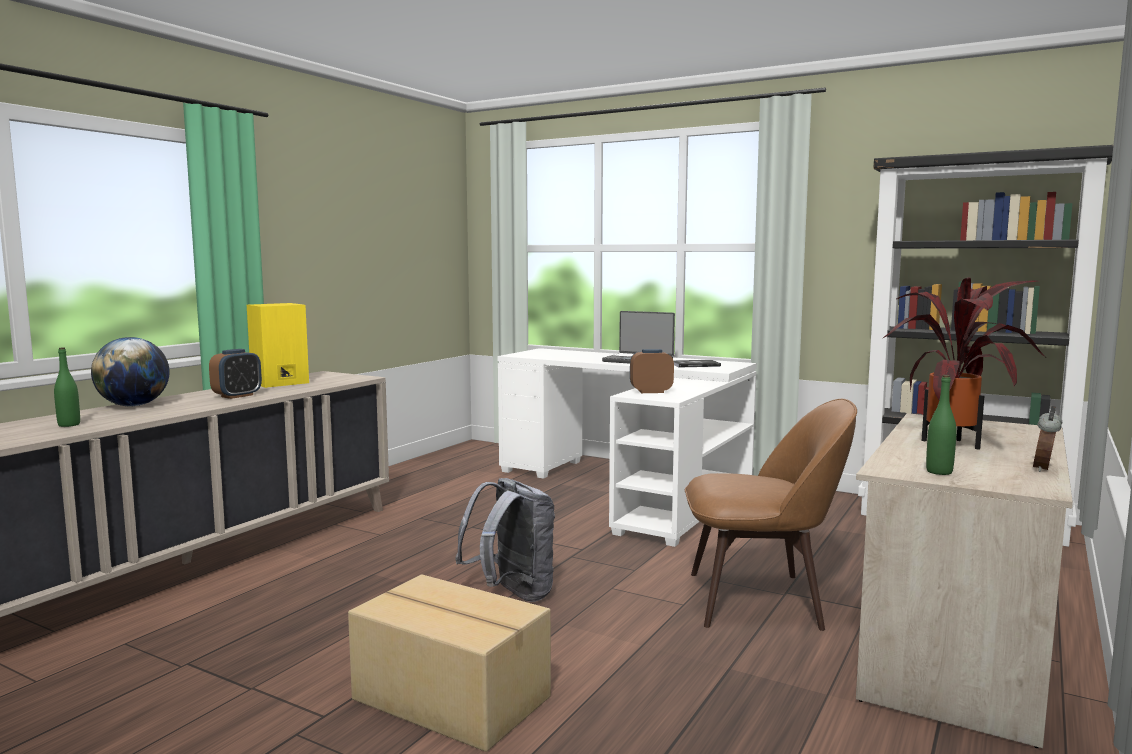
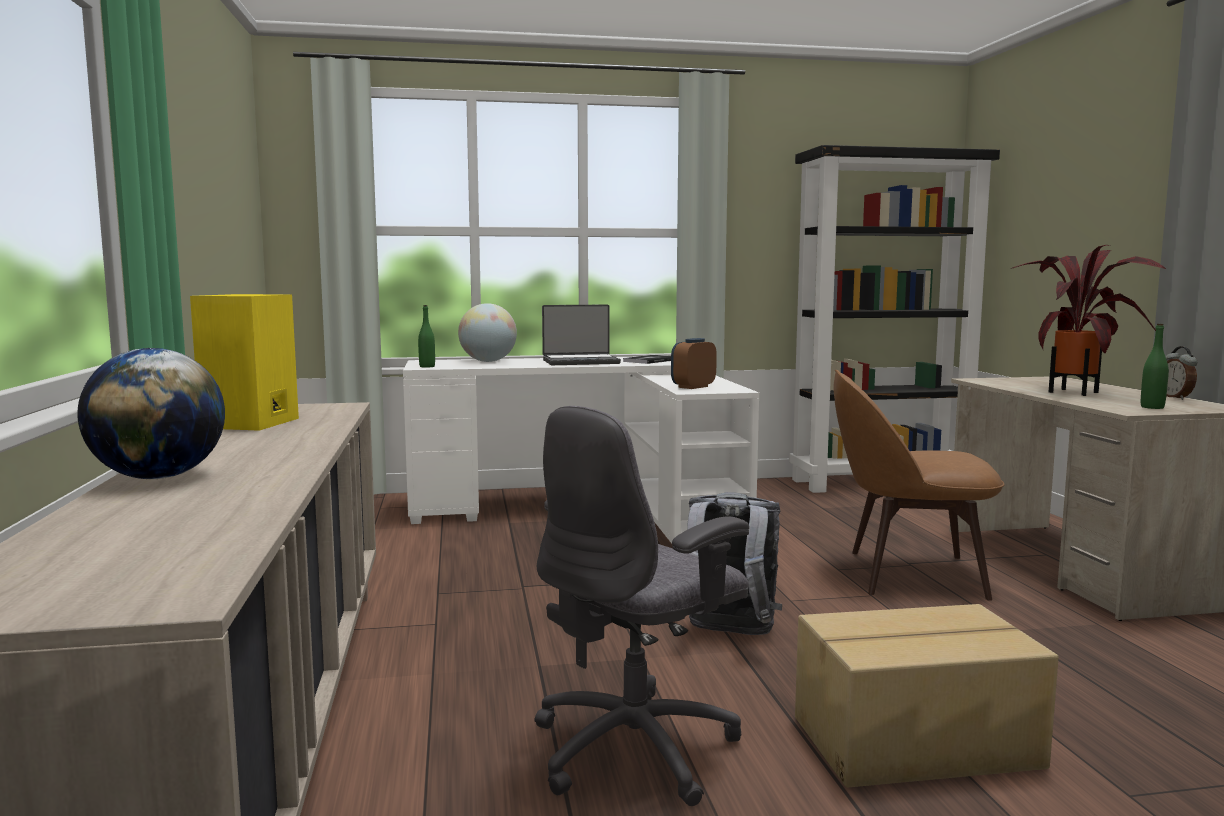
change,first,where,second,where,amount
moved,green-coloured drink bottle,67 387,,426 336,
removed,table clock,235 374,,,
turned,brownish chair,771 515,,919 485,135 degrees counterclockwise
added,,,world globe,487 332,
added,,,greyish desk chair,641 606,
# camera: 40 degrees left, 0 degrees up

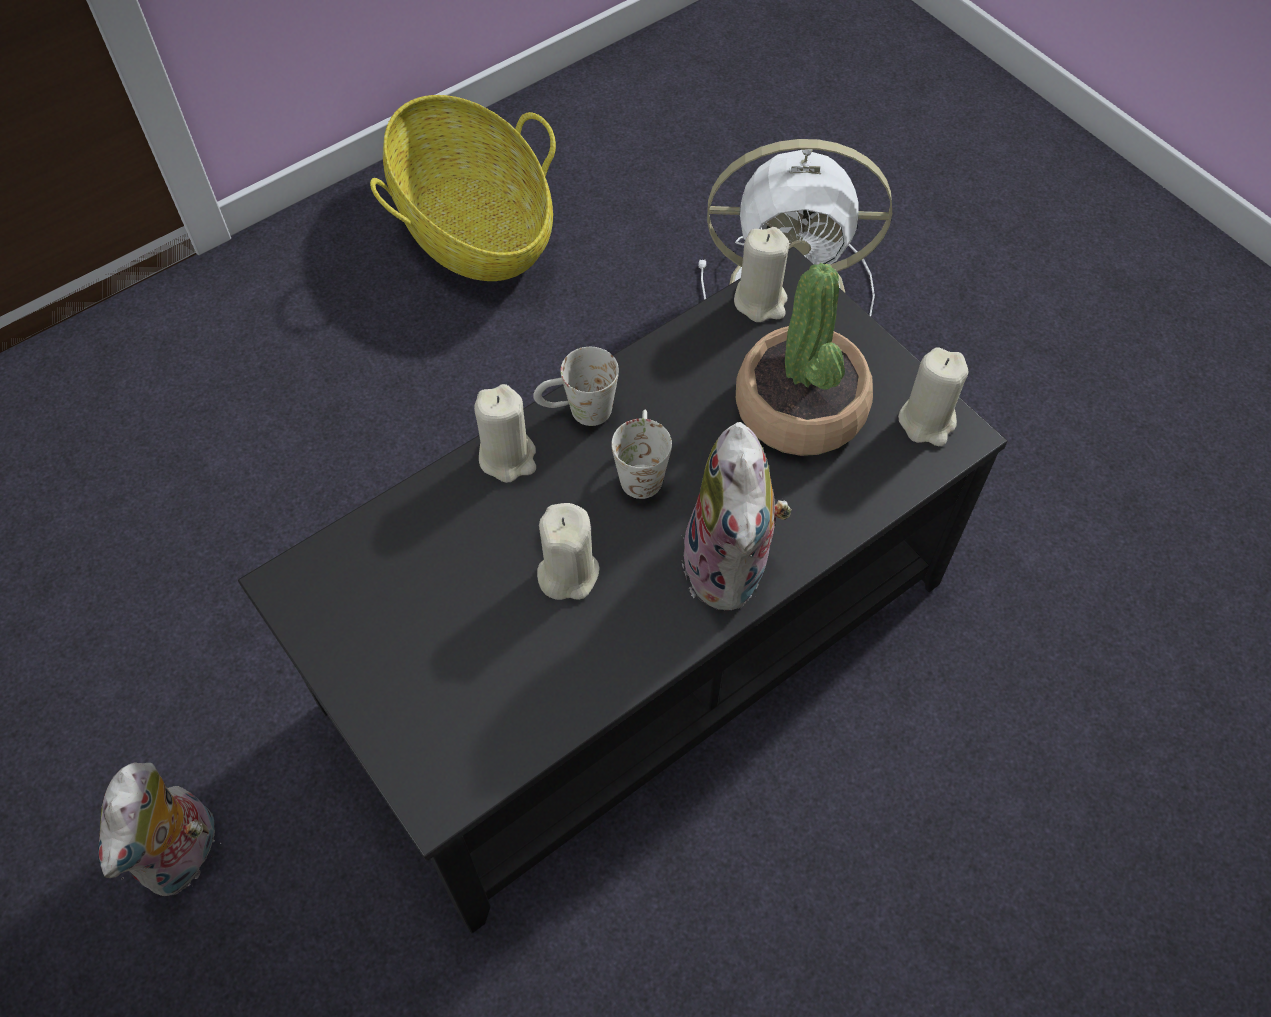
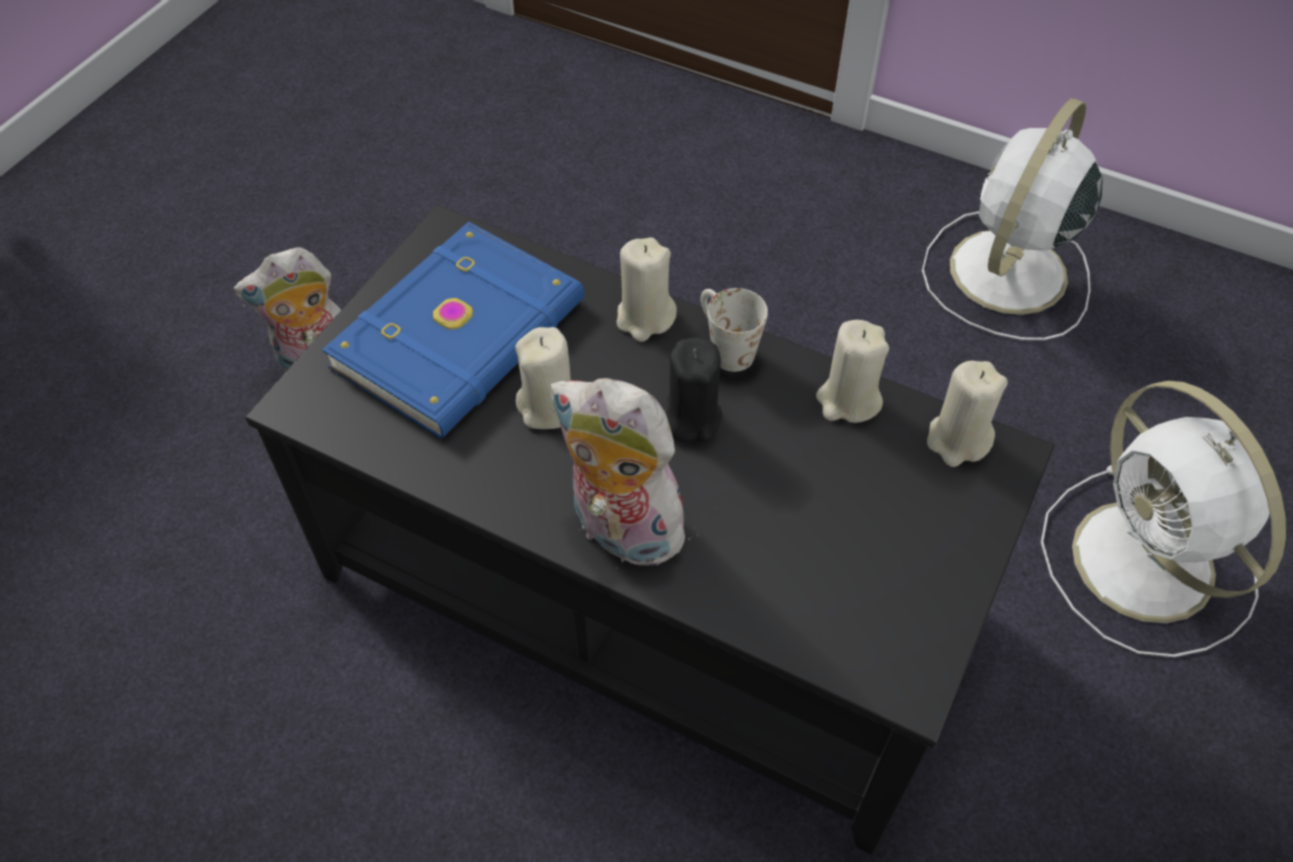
change,first,where,second,where,amount
replaced,household basket,463 188,whitish electric fan,1012 219,
replaced,whitish tea mug,641 454,black wax candle,692 389,
turned,plush toy,737 516,,620 473,60 degrees clockwise
removed,potted plant,804 359,,,
moved,beige wax candle,933 396,,852 371,
added,,,bluish bound book,453 330,
# camera: 65 degrees right, 5 degrees down

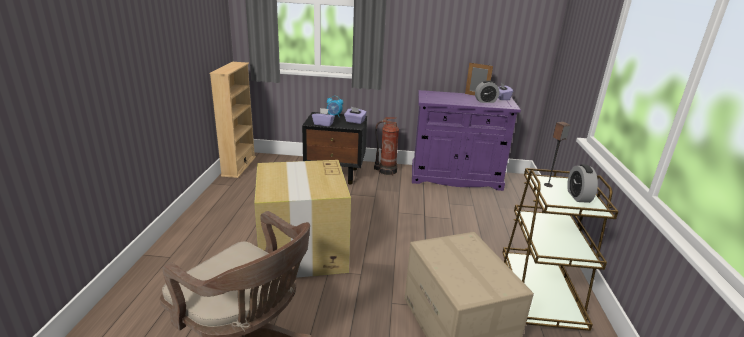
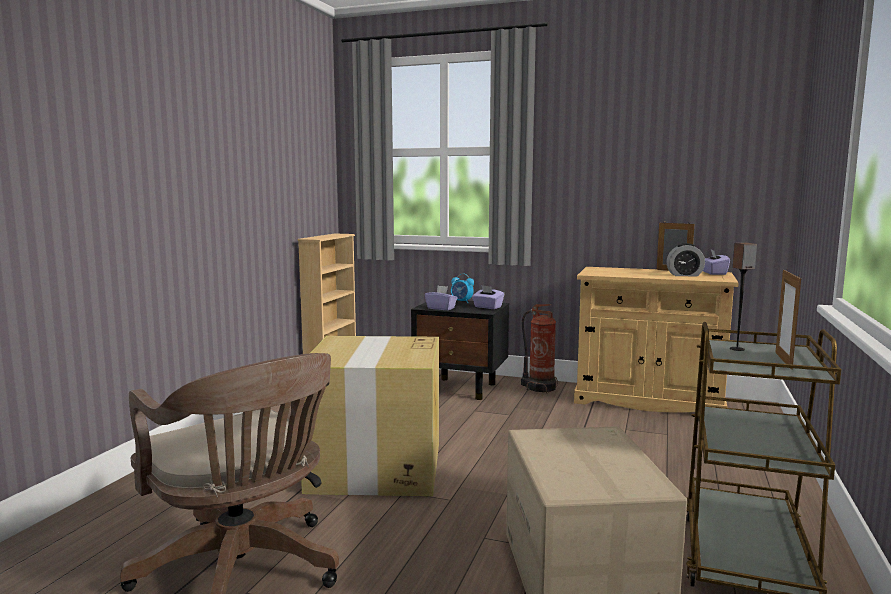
change,first,where,second,where,amount
recoloured,purple storage cabinet,466 140,beige storage cabinet,656 339,
replaced,table clock,582 183,standing frame,788 319,
# camera: 15 degrees right, 15 degrees down

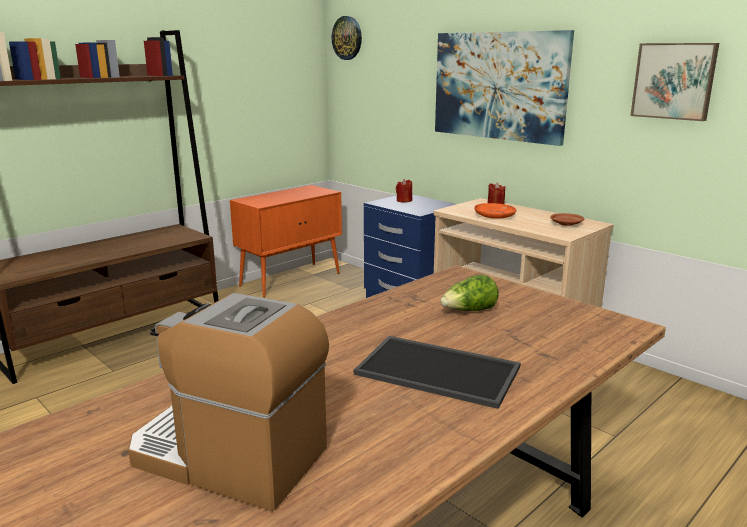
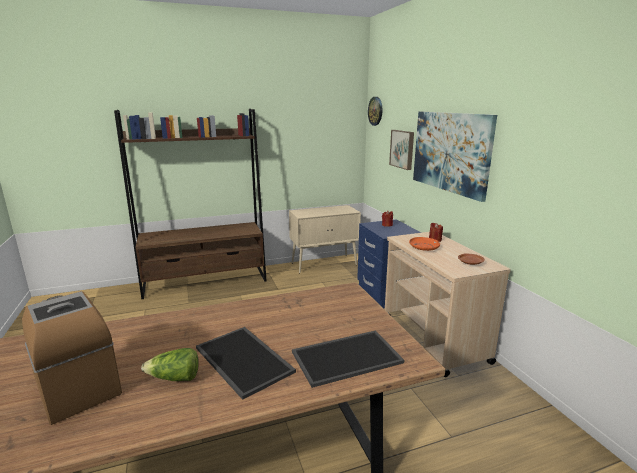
change,first,where,second,where,amount
recoloured,orange-coloured storage cabinet,286 241,beige storage cabinet,325 239,
moved,head of lettuce,469 293,,170 364,
moved,wall art,674 82,,401 150,
added,,,tray,348 359,
# camera: 25 degrees right, 0 degrees up

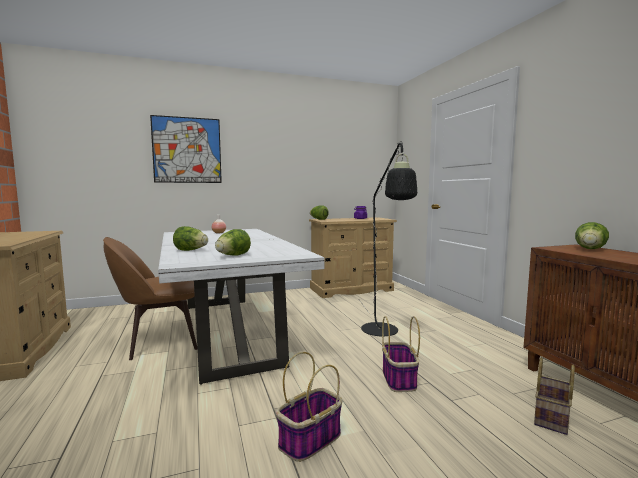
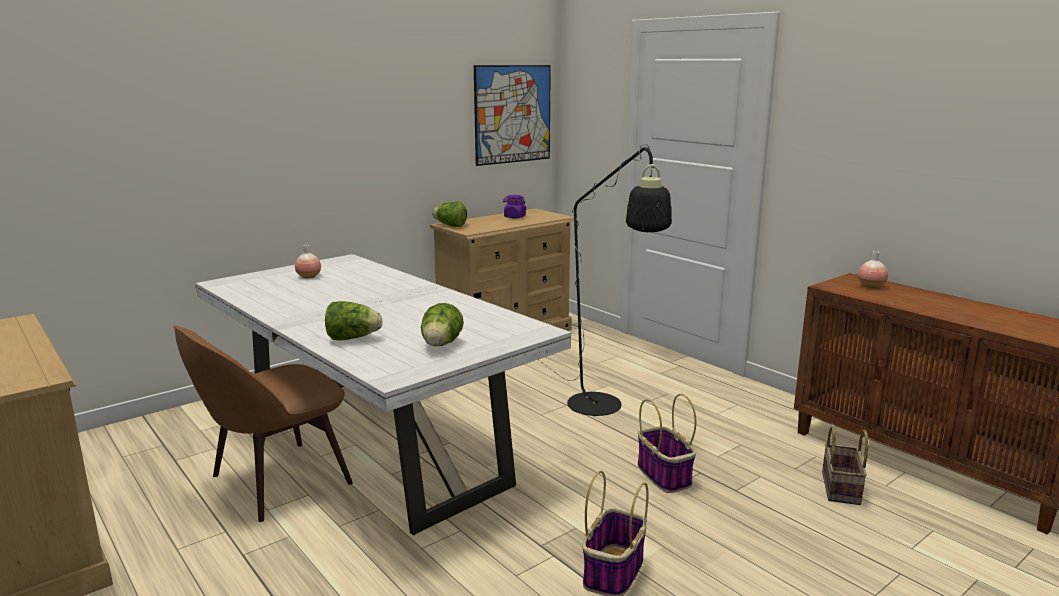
change,first,where,second,where,amount
moved,wall art,186 149,,512 115,
replaced,head of lettuce,592 235,flower vase,873 269,
# camera: 20 degrees left, 10 degrees up

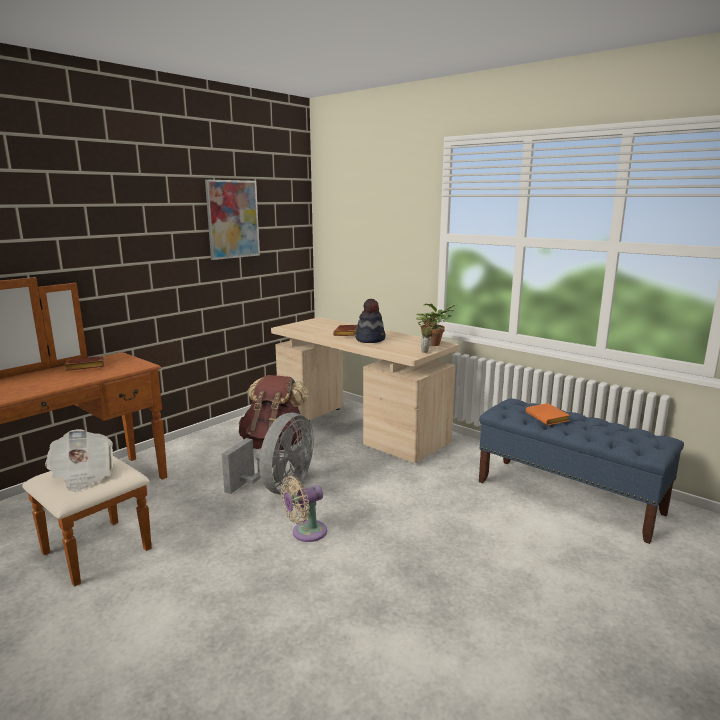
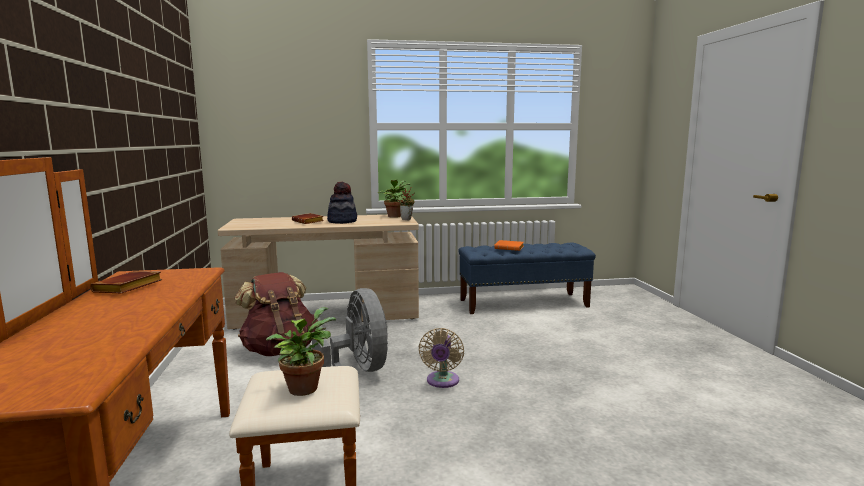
change,first,where,second,where,amount
replaced,newspaper,79 460,potted plant,301 351,
removed,wall art,232 220,,,
# camera: 50 degrees left, 5 degrees down

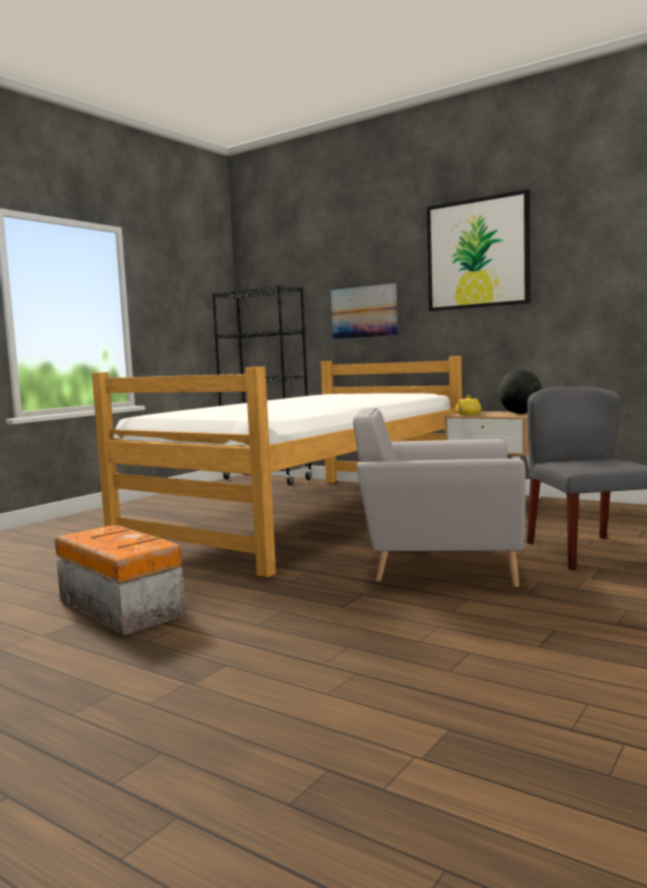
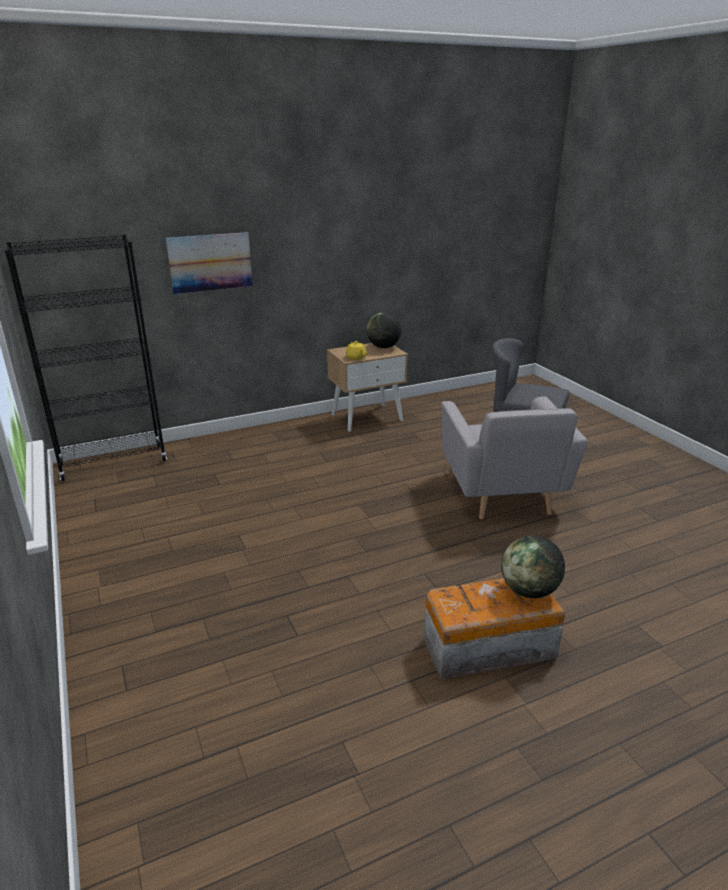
change,first,where,second,where,amount
removed,bed,277 466,,,
turned,greyish easy chair,439 497,,514 457,45 degrees counterclockwise
removed,wall art,479 250,,,
added,,,world globe,533 566,
# camera: 60 degrees left, 20 degrees up

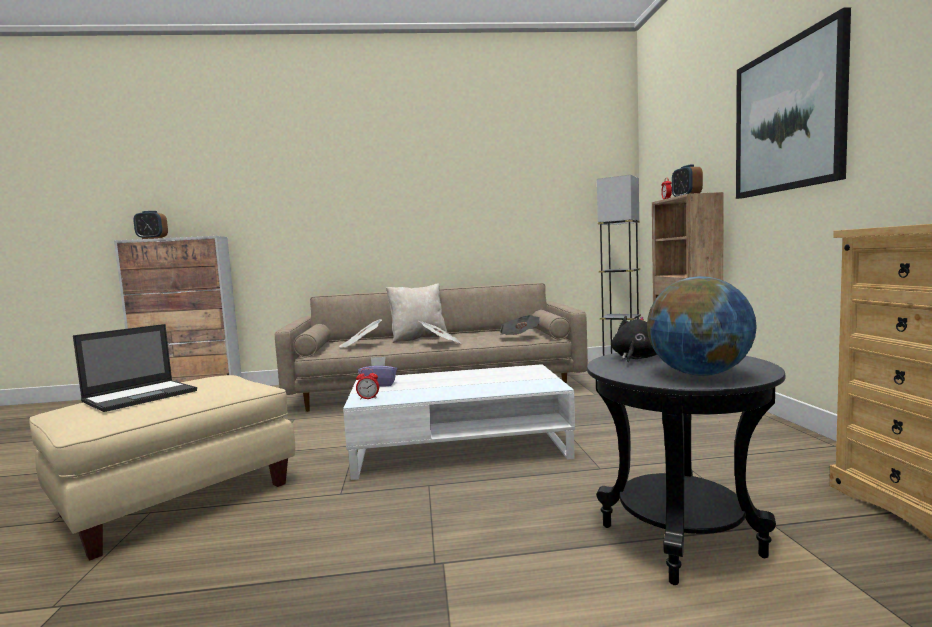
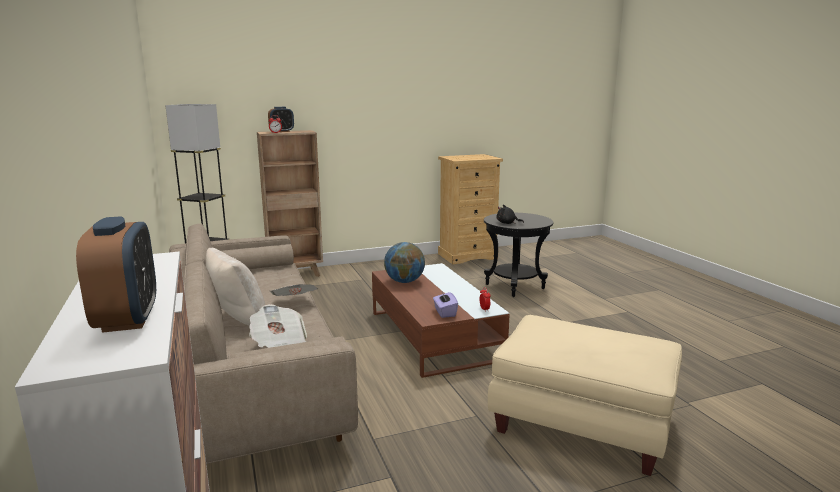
change,first,where,second,where,amount
removed,notebook computer,135 368,,,
recoloured,whitish low table,459 422,brownish low table,441 320,
removed,newspaper,520 325,,,
moved,world globe,702 326,,404 262,
removed,wall art,793 103,,,
# camera: 105 degrees left, 10 degrees up

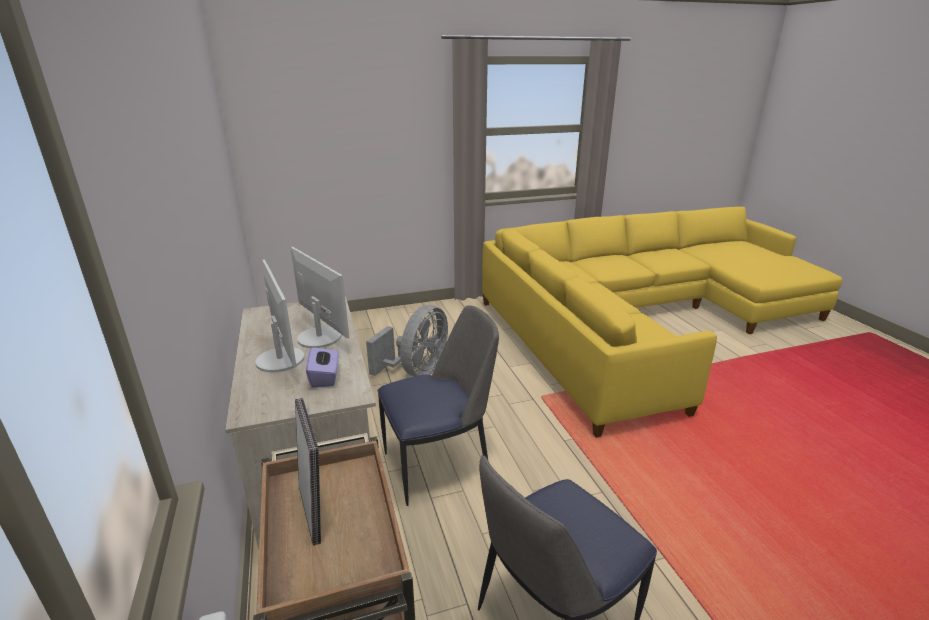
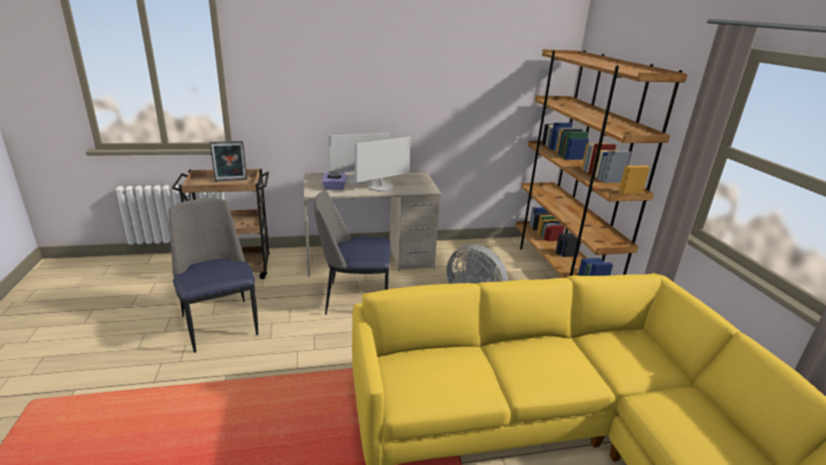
change,first,where,second,where,amount
turned,chair,438 406,,352 253,105 degrees clockwise
added,,,brownish bookshelf,601 163,
# camera: 95 degrees right, 0 degrees up

